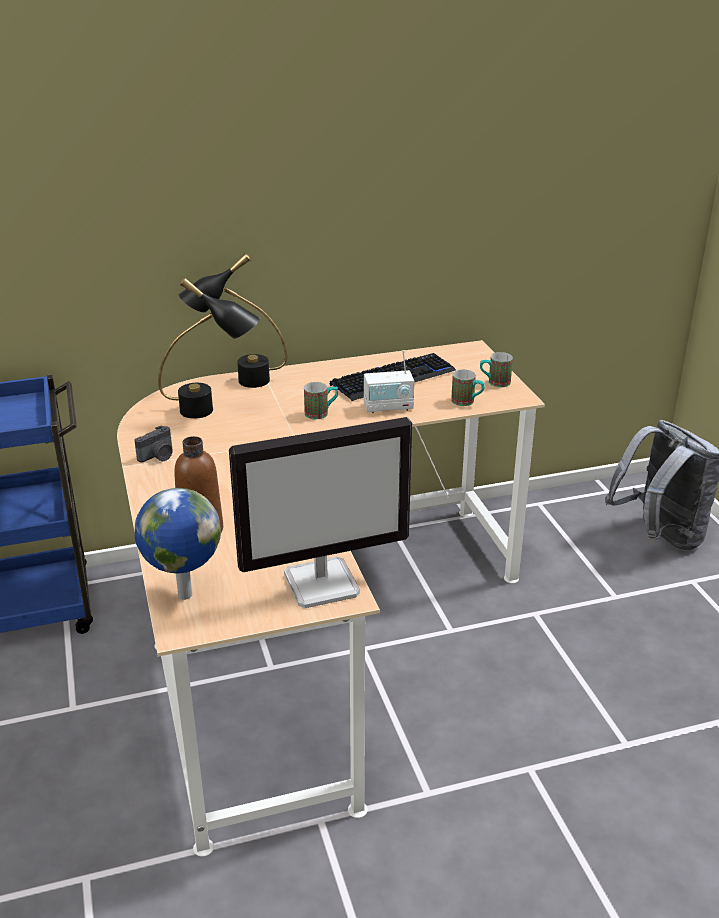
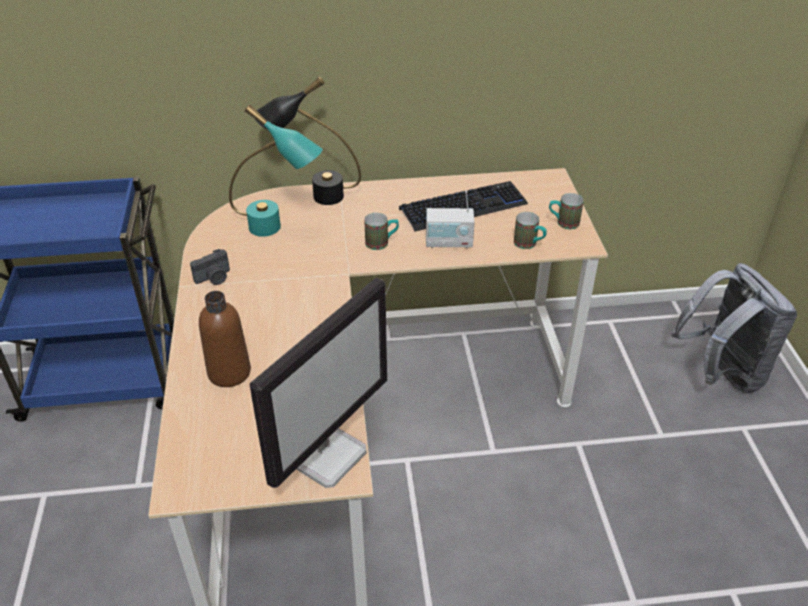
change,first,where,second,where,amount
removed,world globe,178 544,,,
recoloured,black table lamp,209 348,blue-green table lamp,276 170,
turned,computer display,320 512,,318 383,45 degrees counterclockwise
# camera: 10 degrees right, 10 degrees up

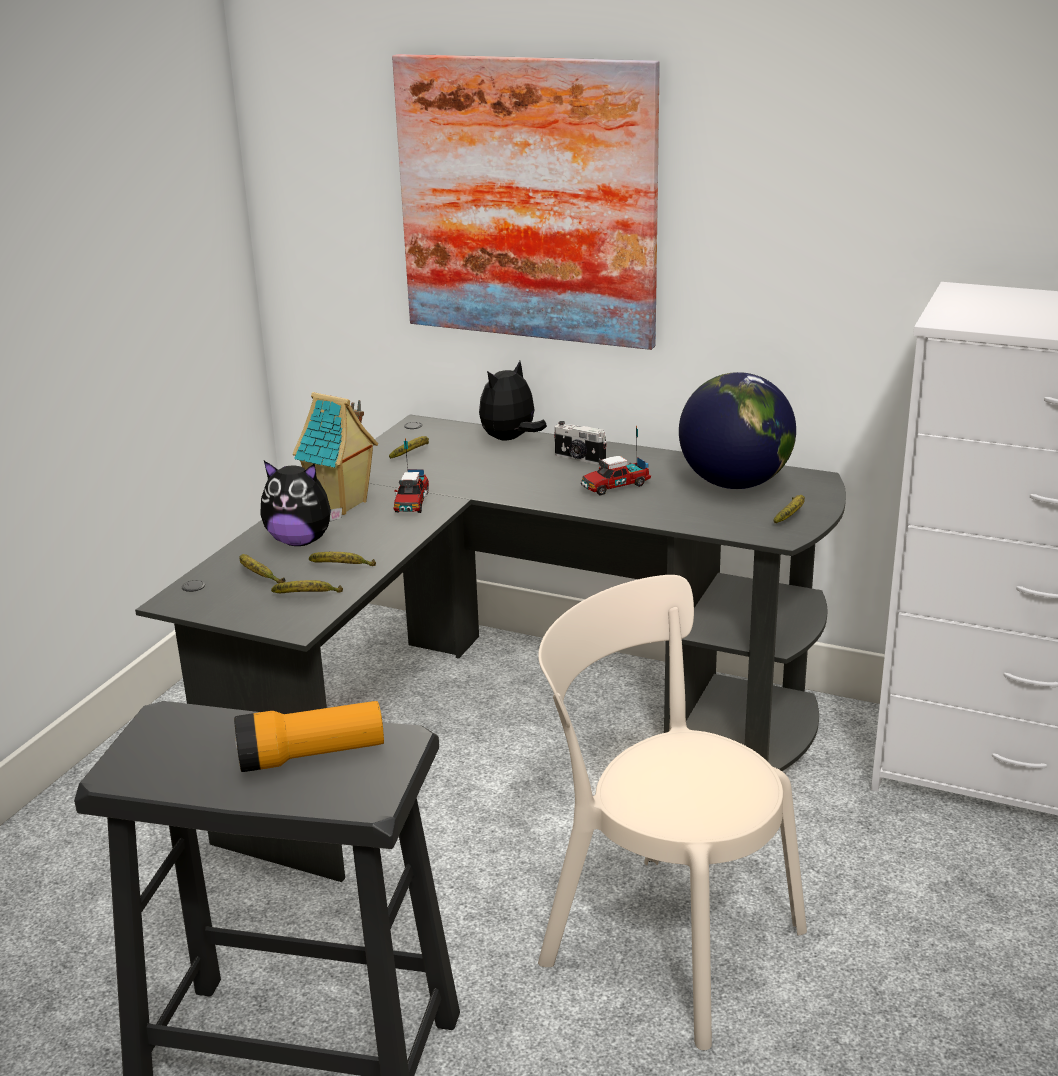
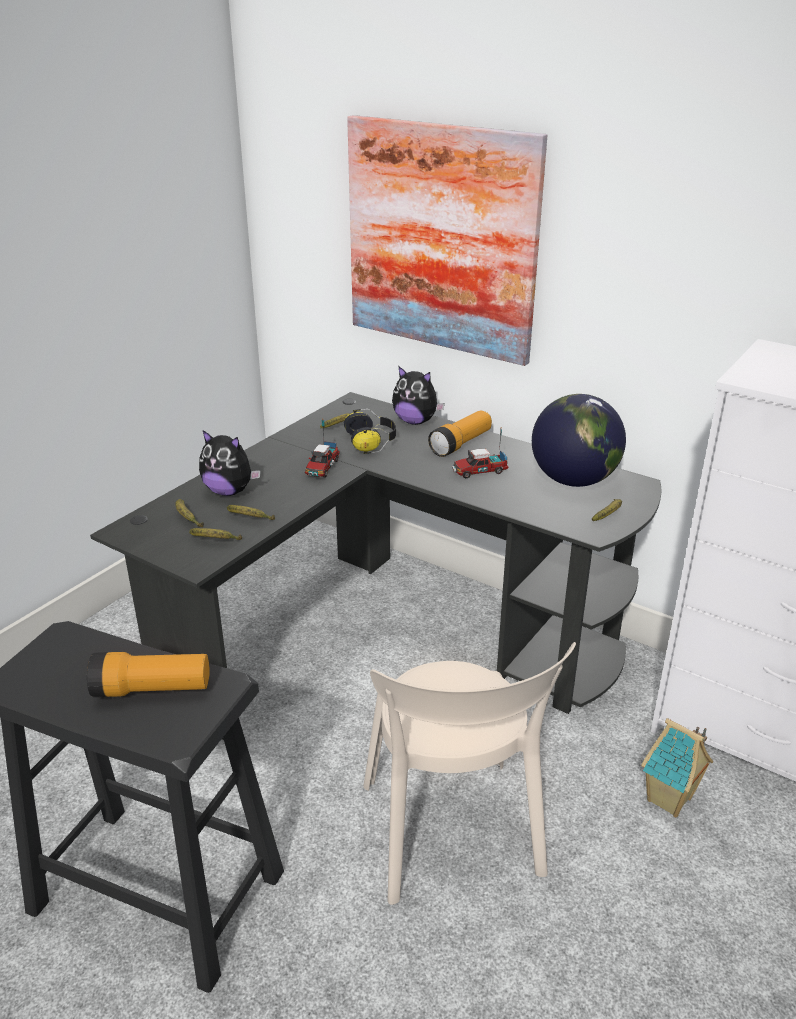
change,first,where,second,where,amount
moved,model house,335 453,,677 767,
turned,plush toy,513 400,,418 396,120 degrees counterclockwise
turned,beige chair,672 813,,469 773,150 degrees counterclockwise
replaced,photo camera,580 443,torch,460 434,
added,,,headset,370 431,
# camera: 10 degrees right, 5 degrees up

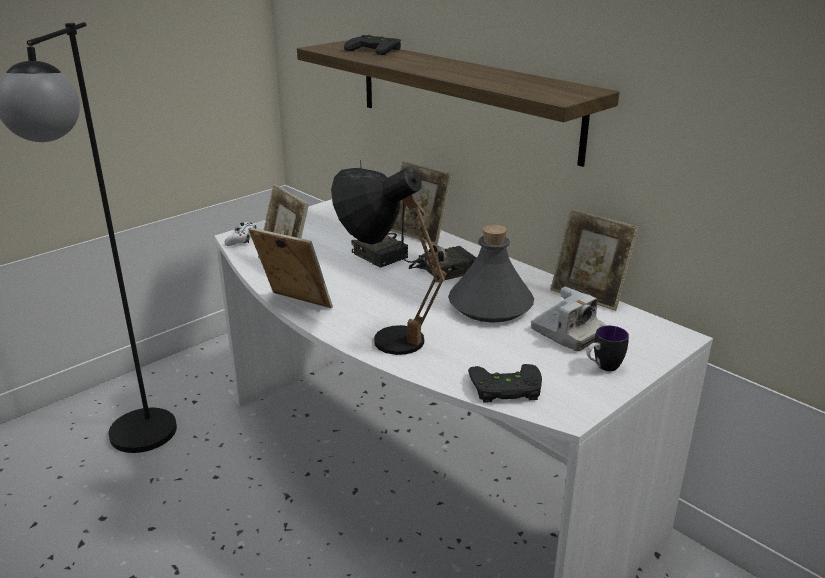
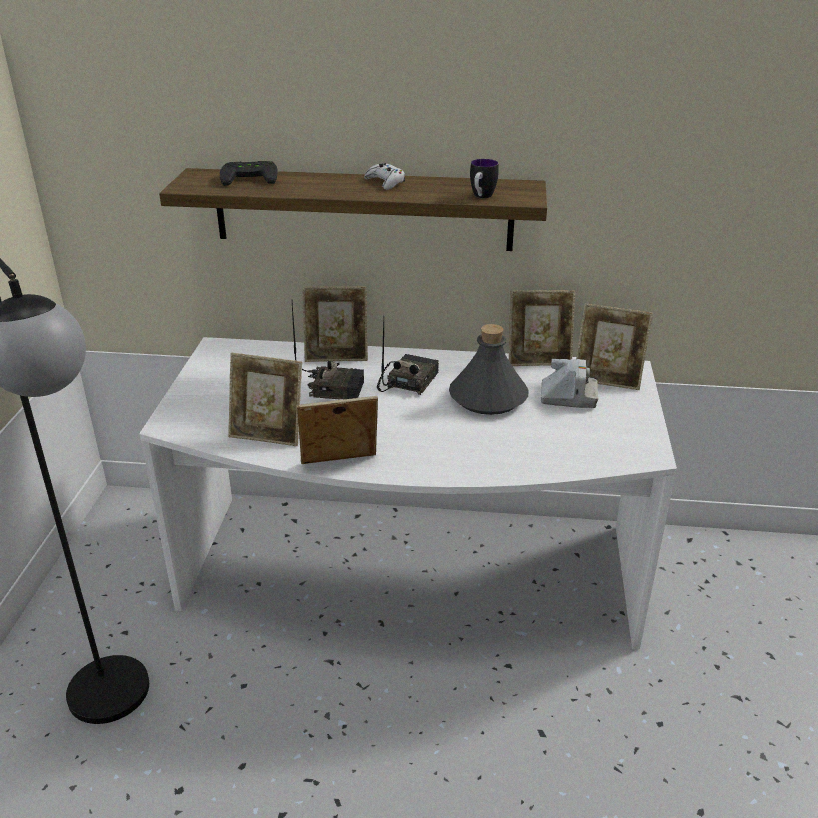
change,first,where,second,where,amount
moved,whitish gamepad,240 234,,384 176,
removed,black table lamp,389 261,,,
removed,black gamepad,505 383,,,
moved,tea mug,607 348,,484 178,
added,,,standing frame,614 346,
# camera: 40 degrees left, 5 degrees up

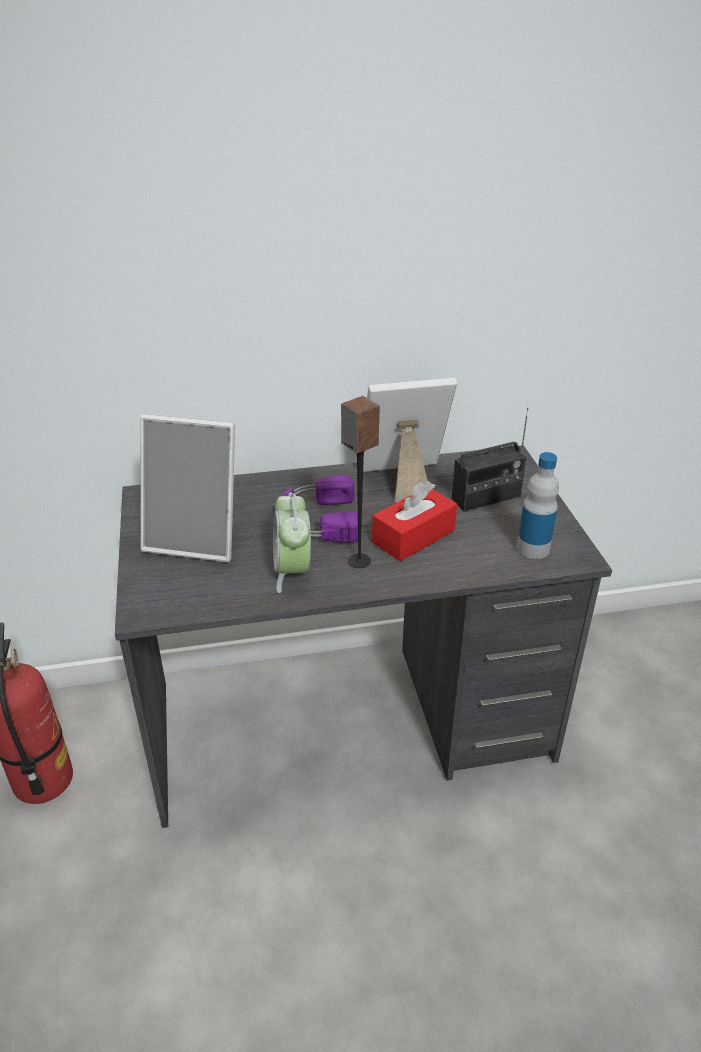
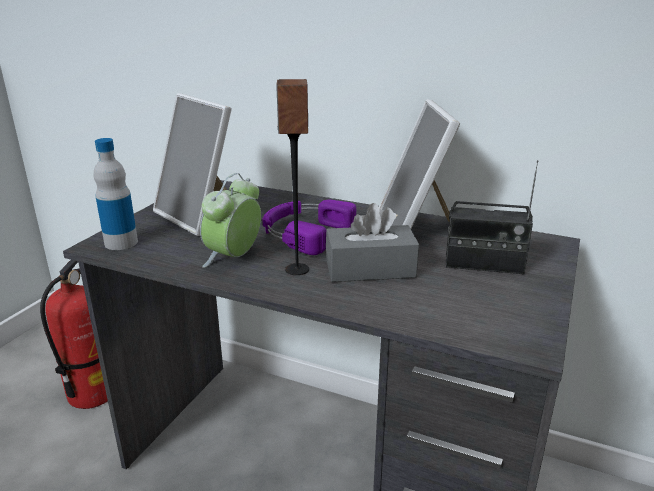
change,first,where,second,where,amount
turned,standing frame,410 440,,419 164,120 degrees counterclockwise
recoloured,red-coloured tissue box,414 521,greyish tissue box,372 242,
moved,drink bottle,538 505,,116 194,
# camera: 35 degrees right, 10 degrees down

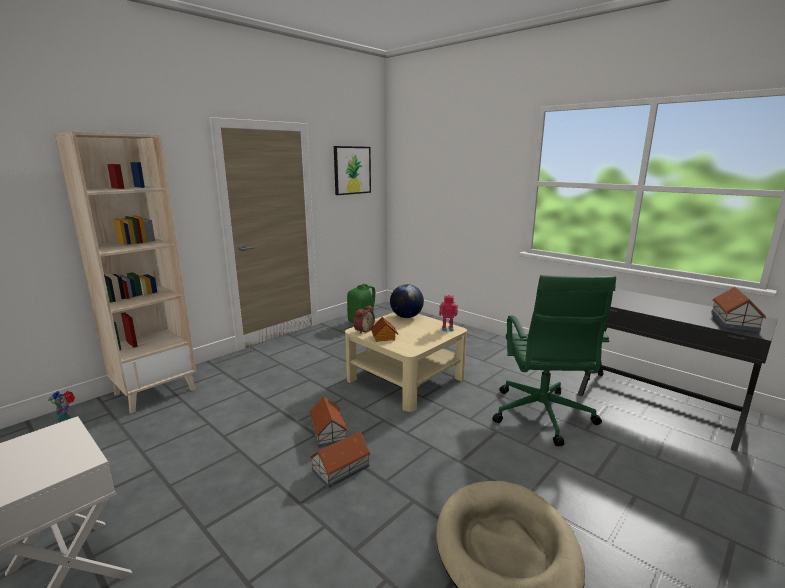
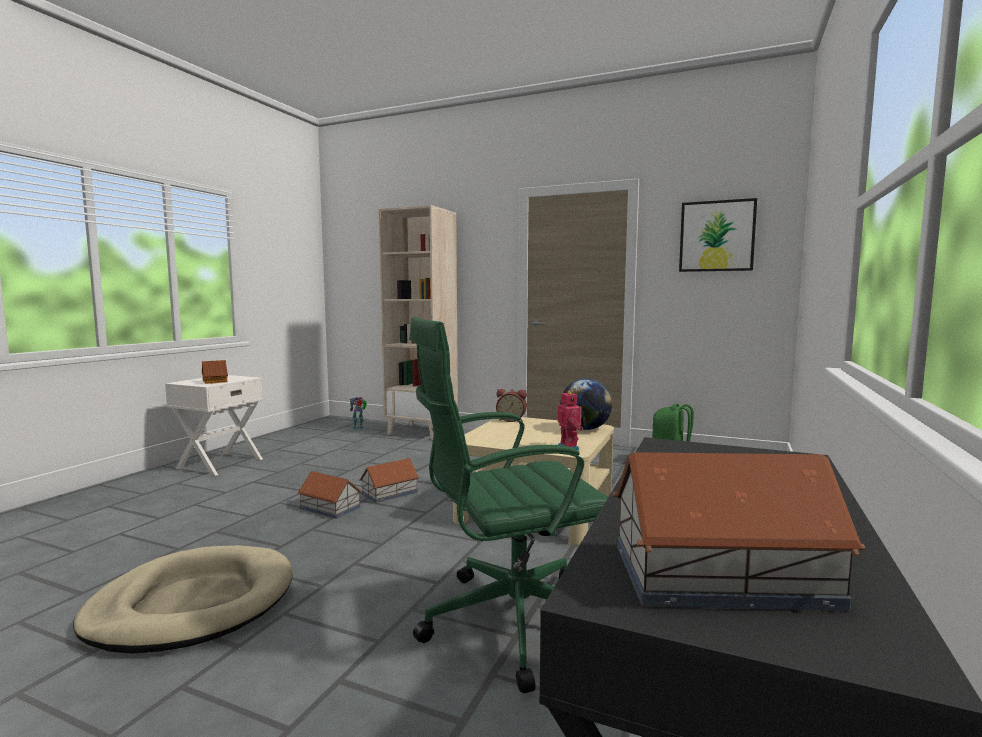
change,first,where,second,where,amount
moved,model house,384 329,,215 372,
# camera: 70 degrees right, 10 degrees down

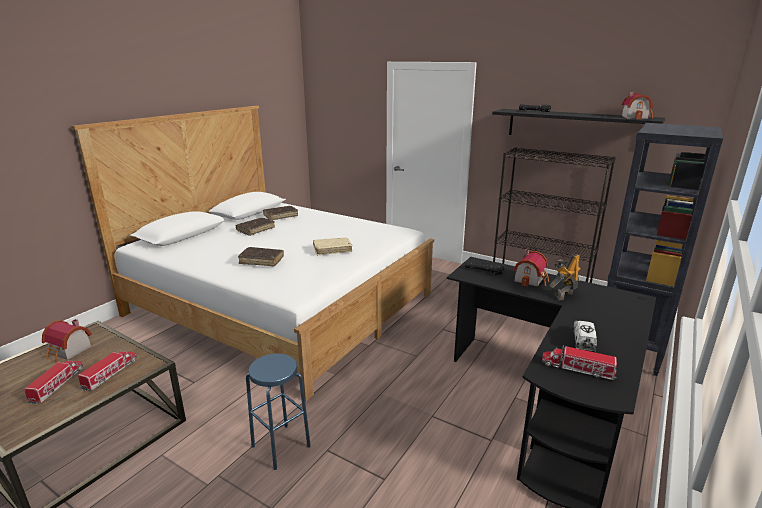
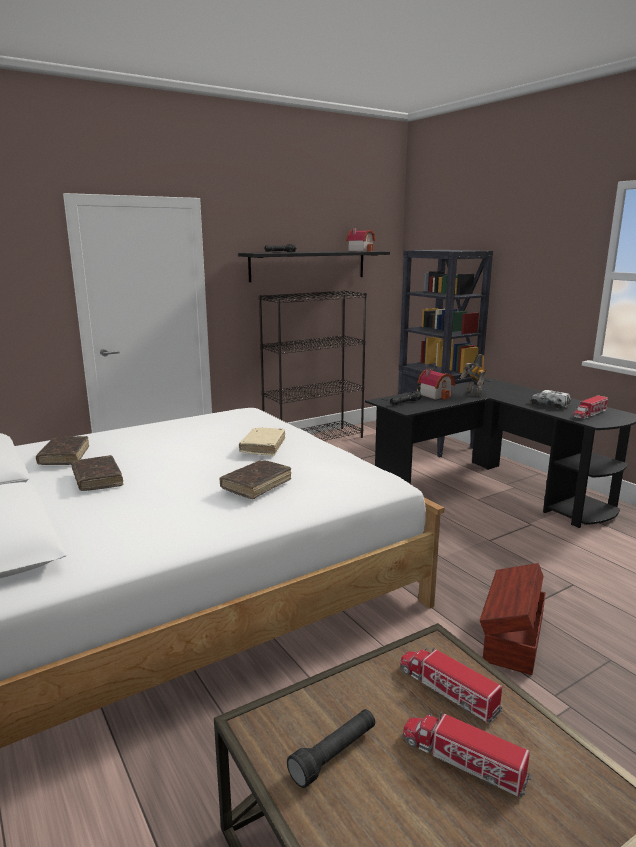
change,first,where,second,where,amount
replaced,model house,67 341,black torch,331 748,
replaced,bluish stool,278 411,brownish storage bin,513 619,
# camera: 65 degrees left, 5 degrees down

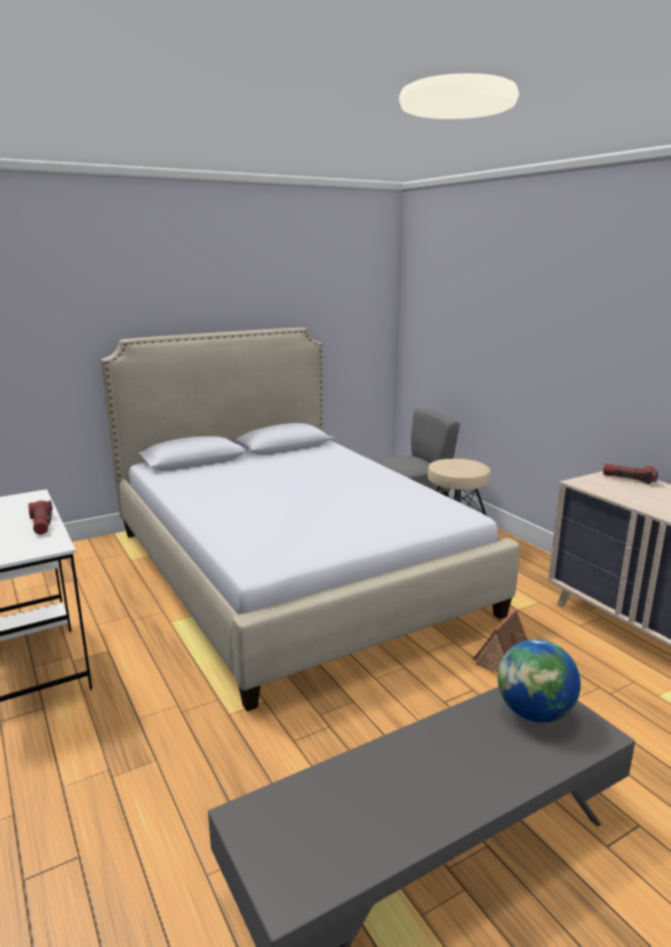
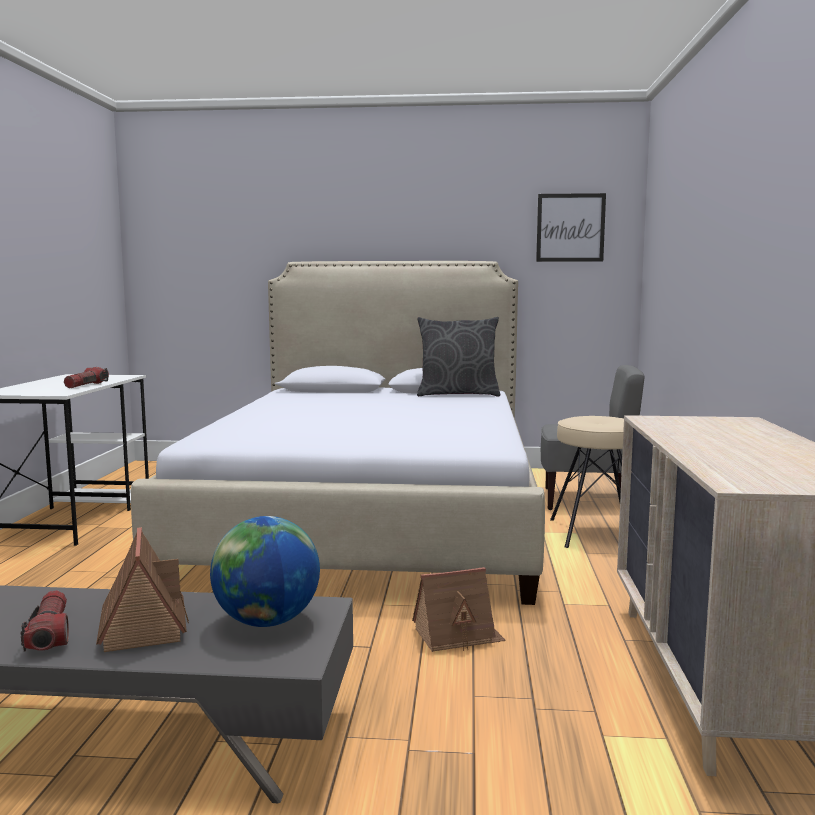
change,first,where,second,where,amount
moved,torch,630 474,,44 621,
added,,,model house,142 589,
added,,,greyish pillow,458 357,
added,,,wall art,571 227,
# camera: 35 degrees right, 10 degrees down

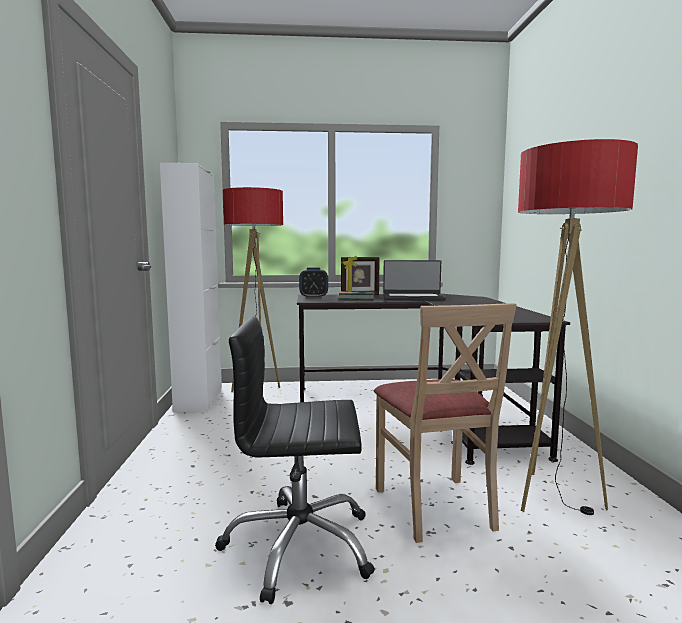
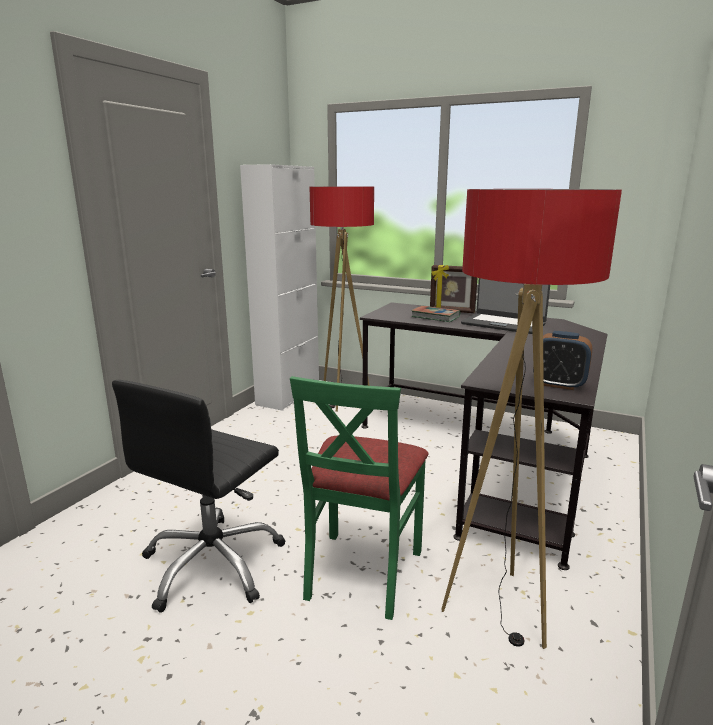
change,first,where,second,where,amount
turned,black desk chair,295 460,,198 496,90 degrees counterclockwise
moved,table clock,313 282,,562 360,
recoloured,beige chair,445 423,green-coloured chair,359 498,
# camera: 30 degrees right, 10 degrees up

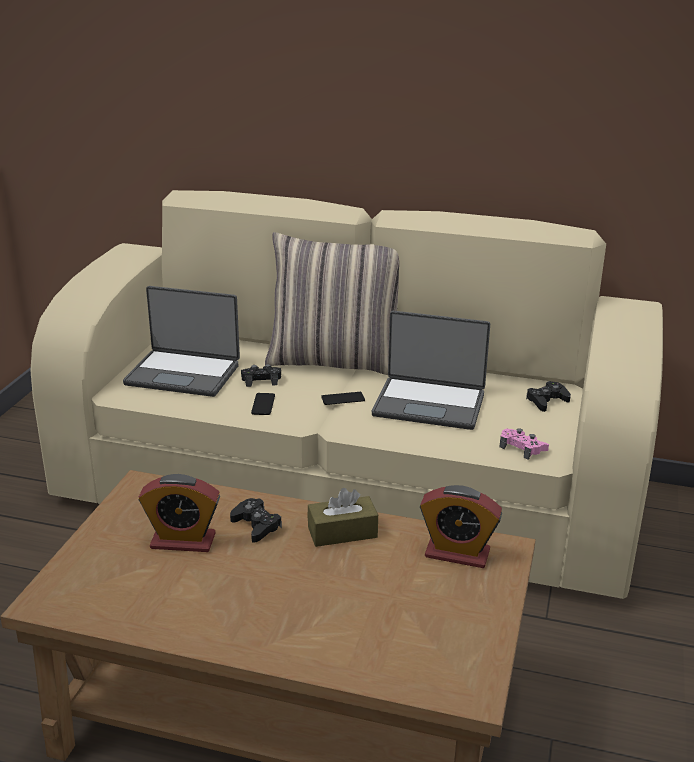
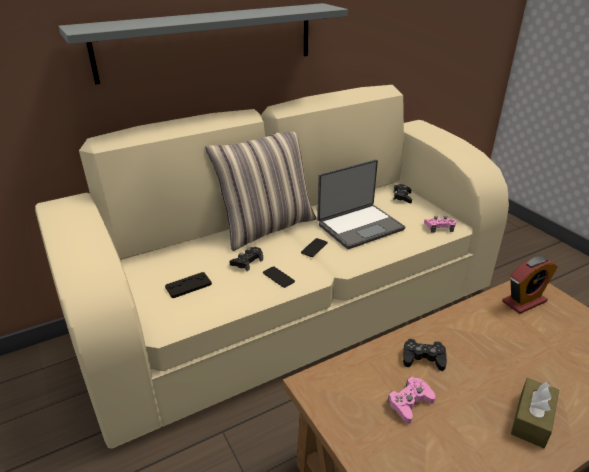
change,first,where,second,where,amount
replaced,notebook computer,181 341,black gamepad,188 285,
replaced,table clock,179 513,pink gamepad,411 400,
moved,brownish tissue box,343 517,,535 413,
added,,,greyish bracket shelf,203 43,
# camera: 45 degrees left, 5 degrees up

